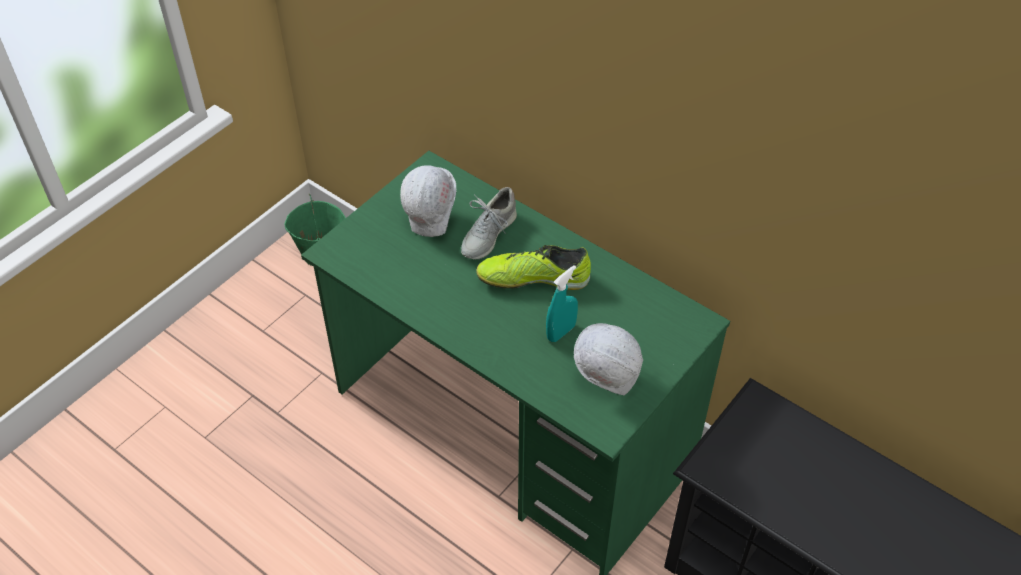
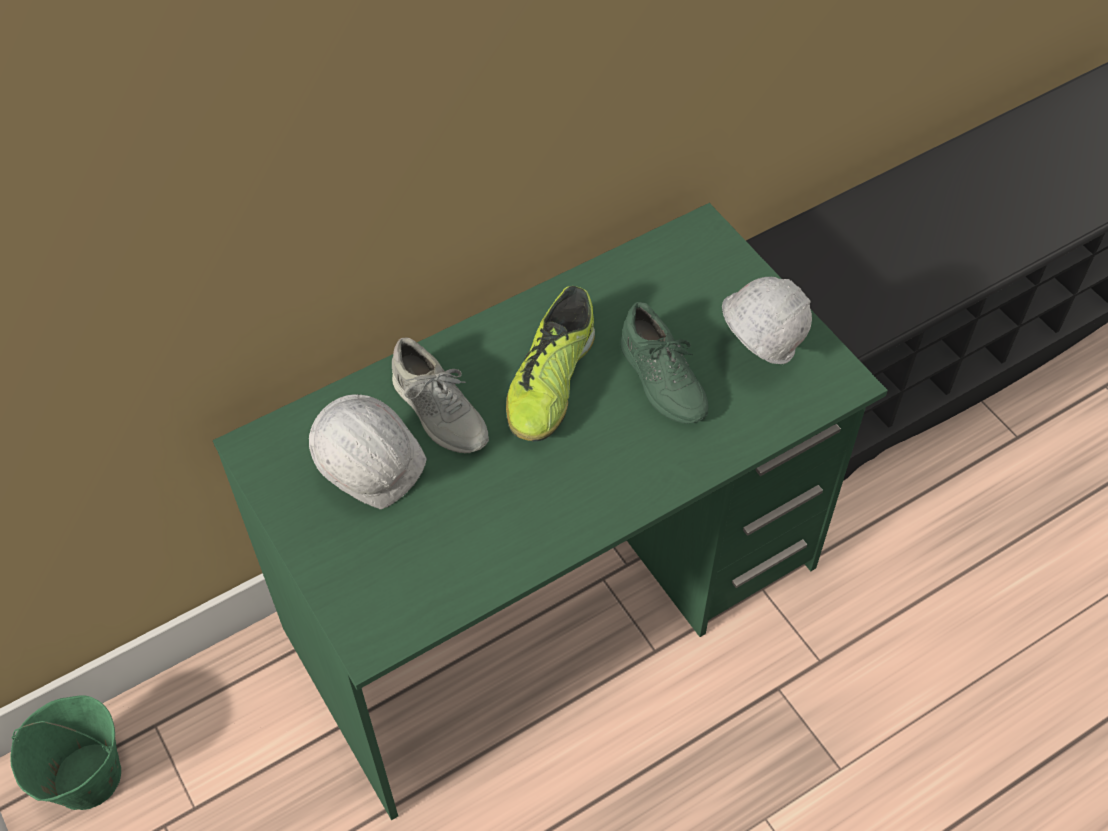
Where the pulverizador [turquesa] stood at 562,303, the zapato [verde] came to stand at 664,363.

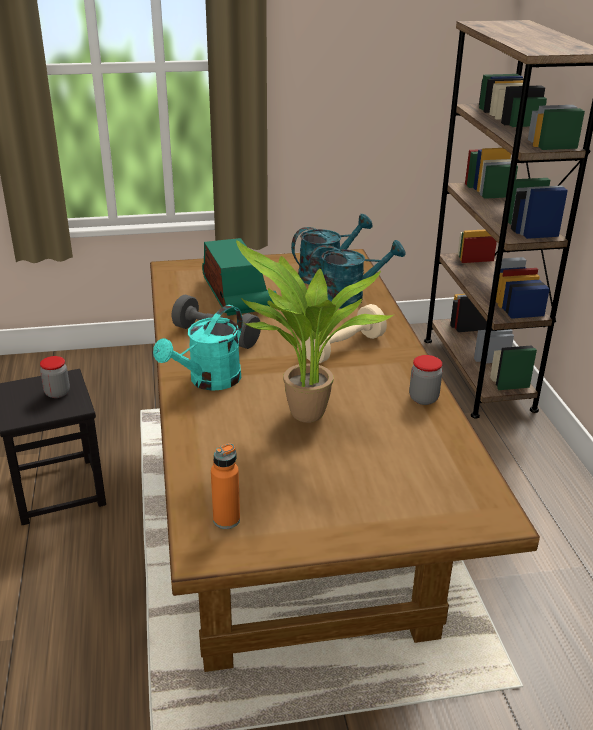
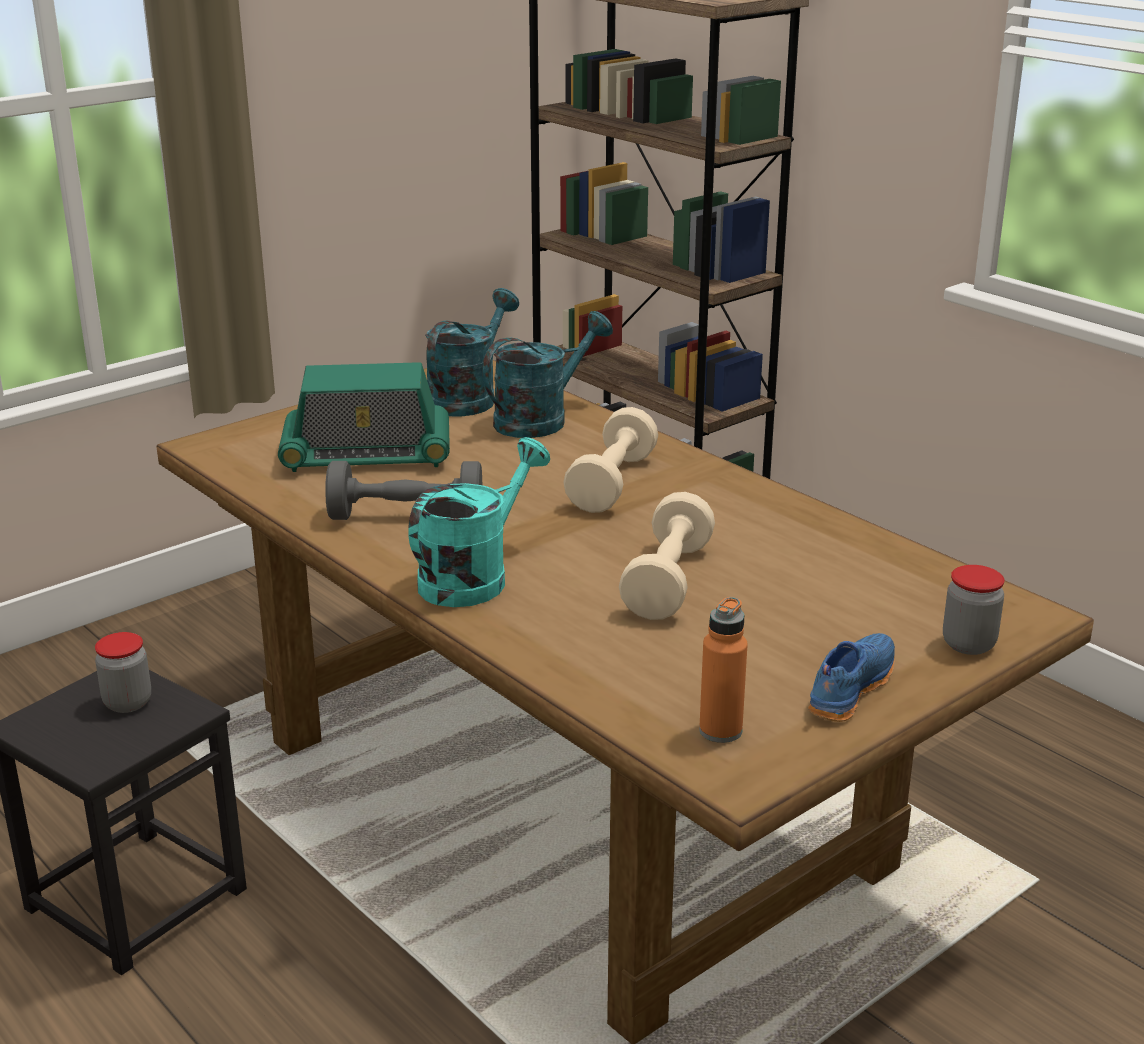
The second view gained the zapato [azul] at 851,677.
The tarro ended up elsewhere, having gone from 425,380 to 973,610.
Where the planta en maceta stood at 314,331, the mancuerna [beis] came to stand at 667,556.
The regadera [turquesa] at 197,348 ended up facing another way, 150 degrees counterclockwise from before.
The radio at 239,277 ended up facing another way, 135 degrees clockwise from before.

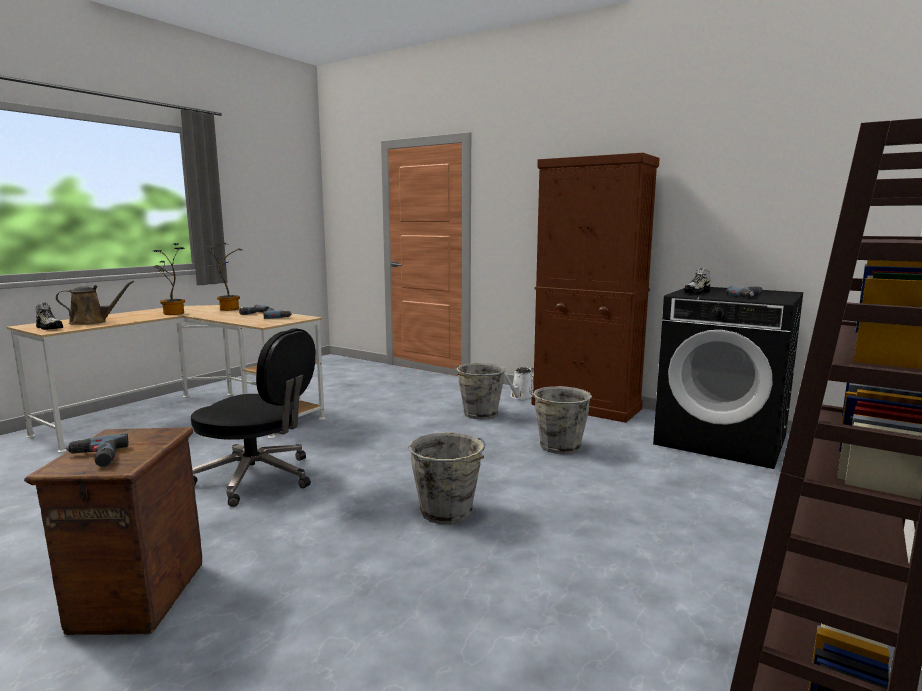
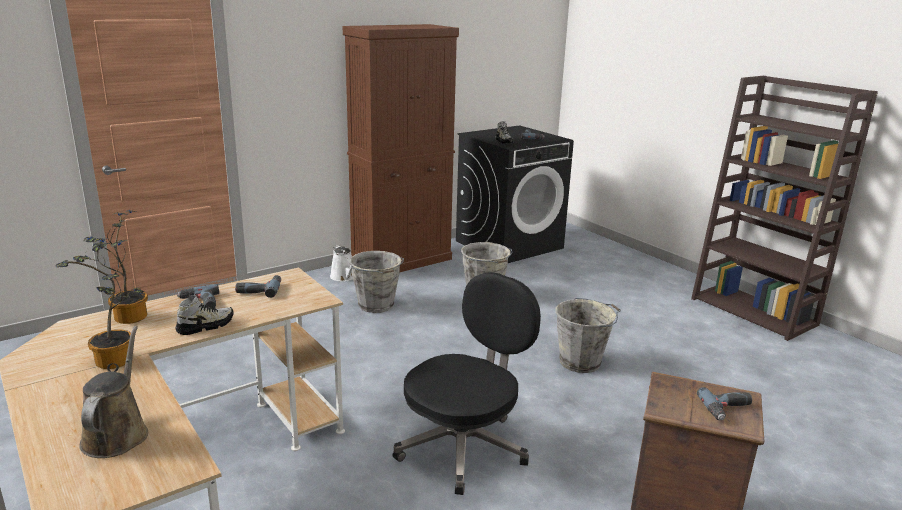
The zapato ended up elsewhere, having gone from 49,316 to 205,315.

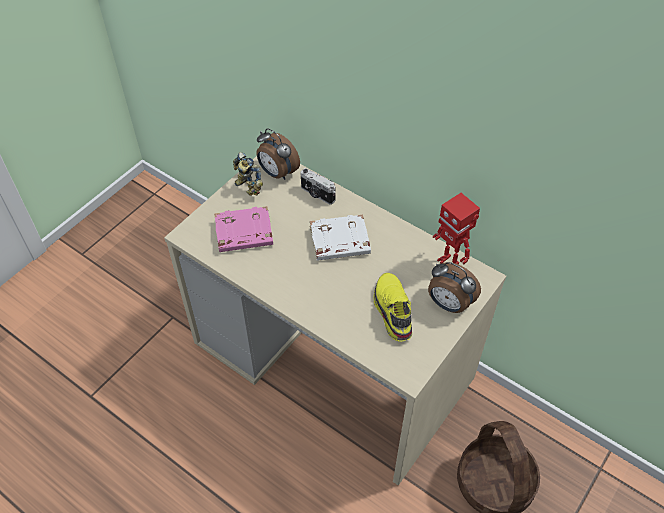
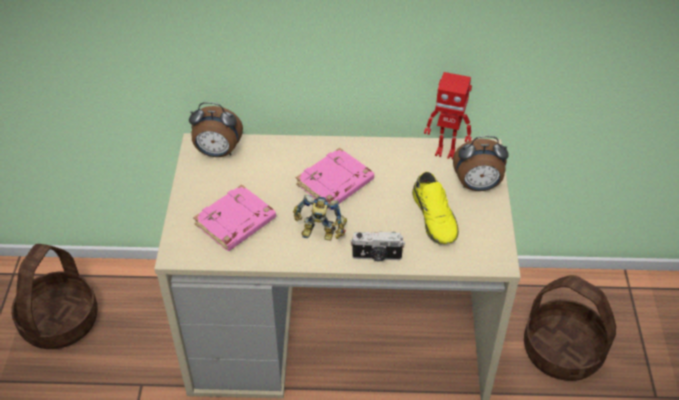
The second view gained the cesta at 54,296.
The robot de juguete ended up elsewhere, having gone from 248,174 to 320,218.
The cámara ended up elsewhere, having gone from 318,186 to 377,246.
What was the libro [blanco] at 340,238 turned into the libro [rosa] at 335,178.
The zapato [amarillo] at 392,307 ended up facing another way, 150 degrees counterclockwise from before.

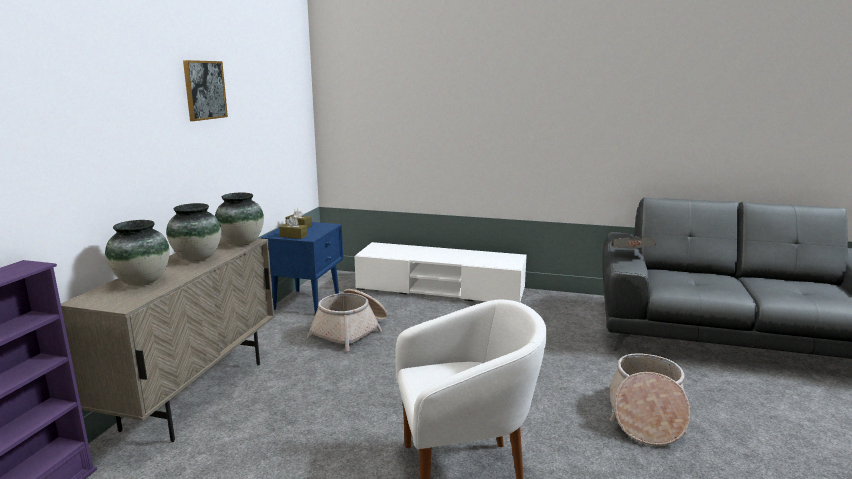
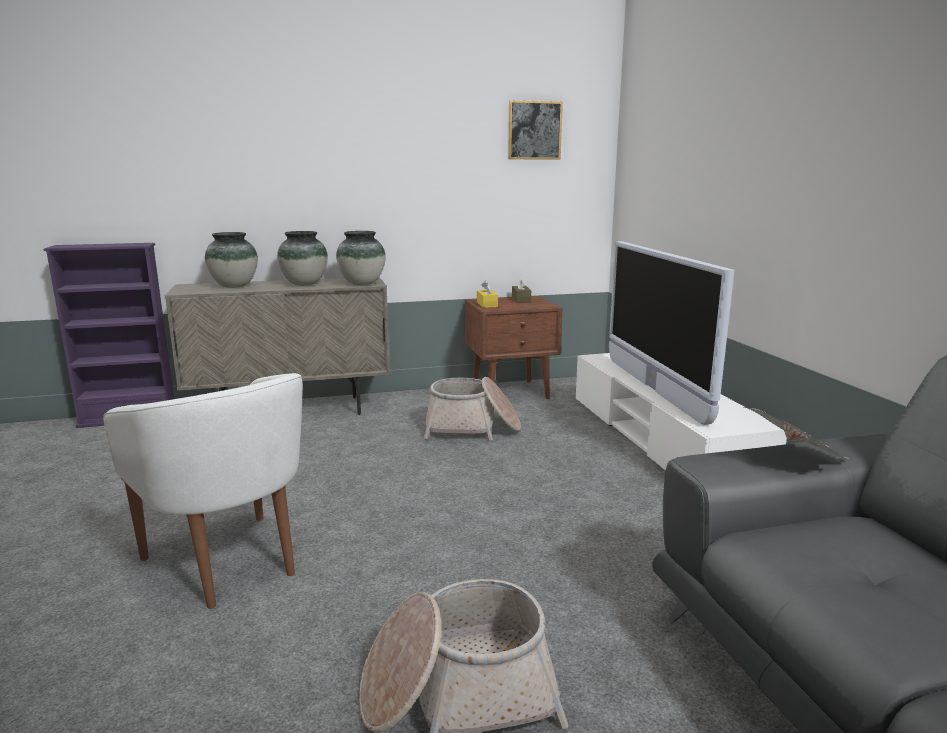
The second view gained the televisor at 671,333.
The cuadro ended up elsewhere, having gone from 205,90 to 535,130.
What was the mesita de noche [azul] at 302,268 turned into the mesita de noche [marrón] at 513,347.
What was the caja de pañuelos [marrón] at 293,227 turned into the caja de pañuelos [amarillo] at 487,294.

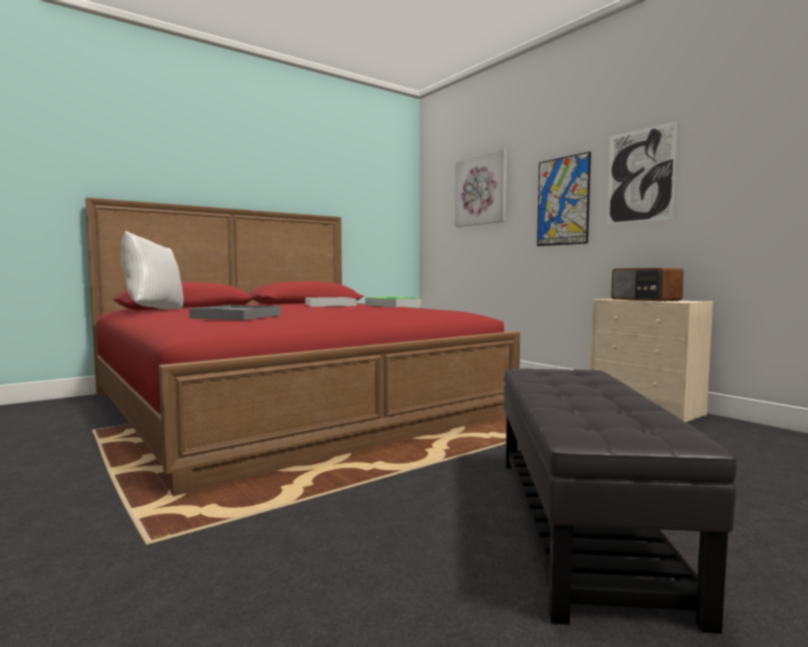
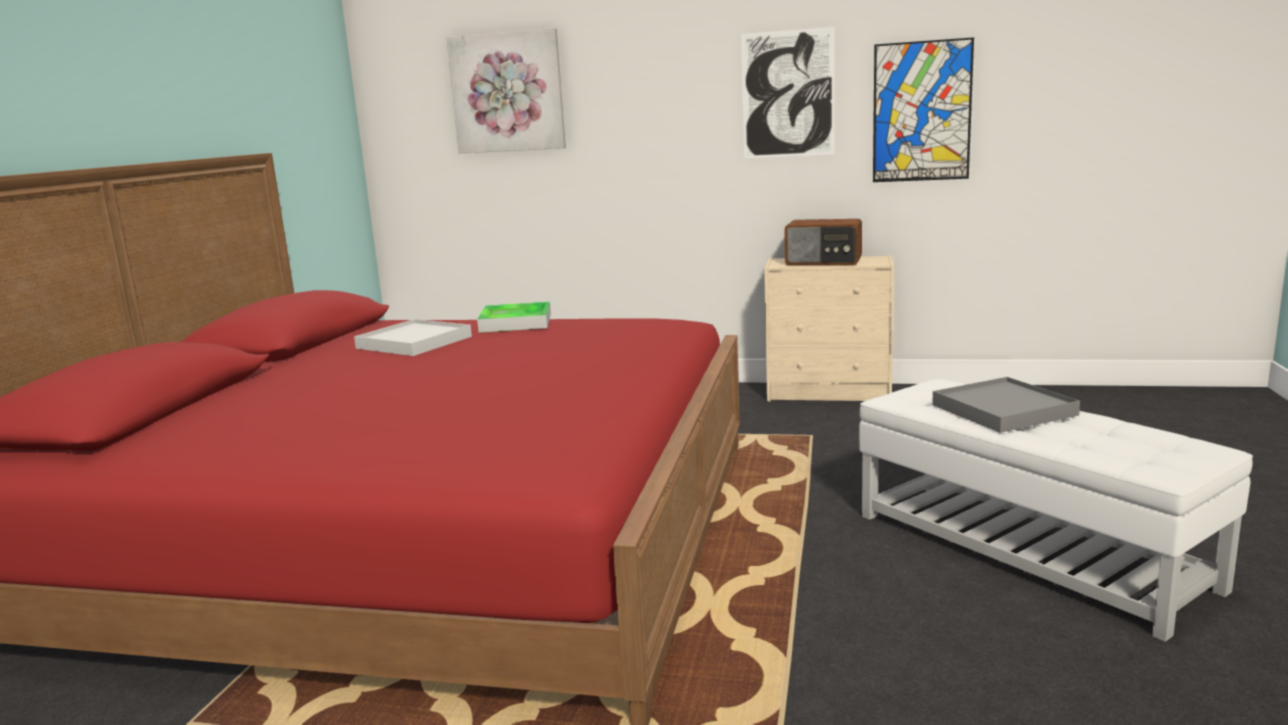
The second view lost the cojín [blanco] at 152,270.
The bandeja [gris] ended up elsewhere, having gone from 235,312 to 1006,405.
The cuadro ended up elsewhere, having gone from 564,199 to 923,109.
What was the puf [negro] at 620,501 turned into the puf [blanco] at 1056,510.

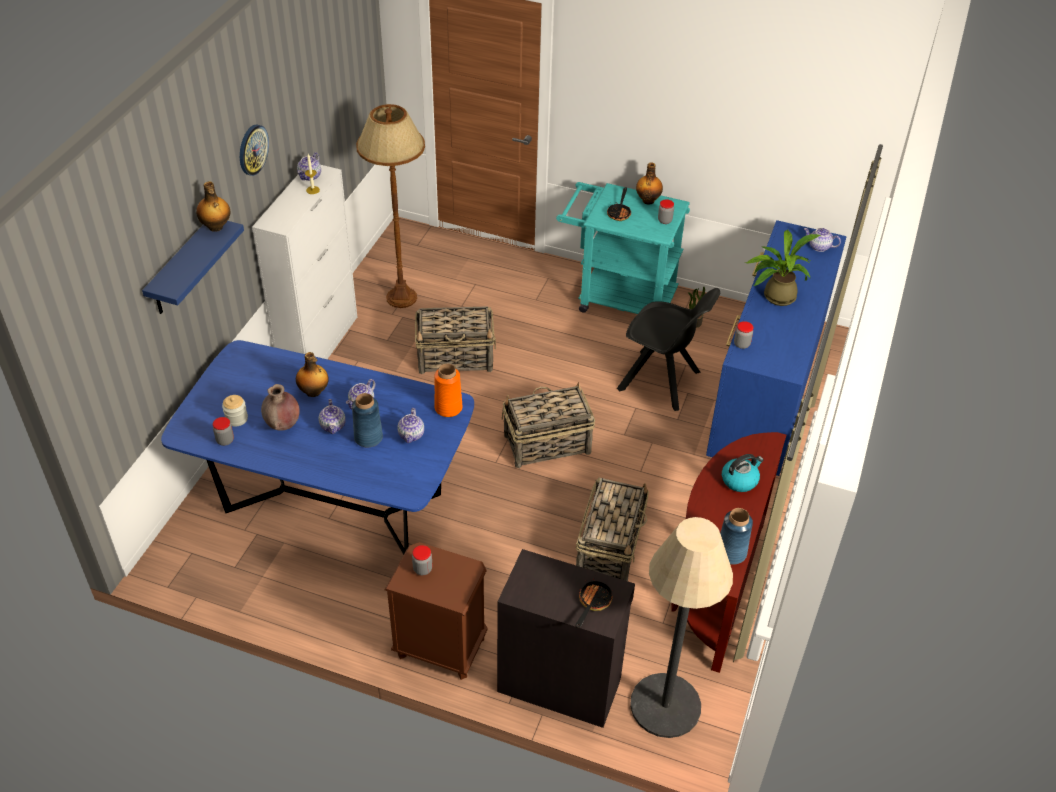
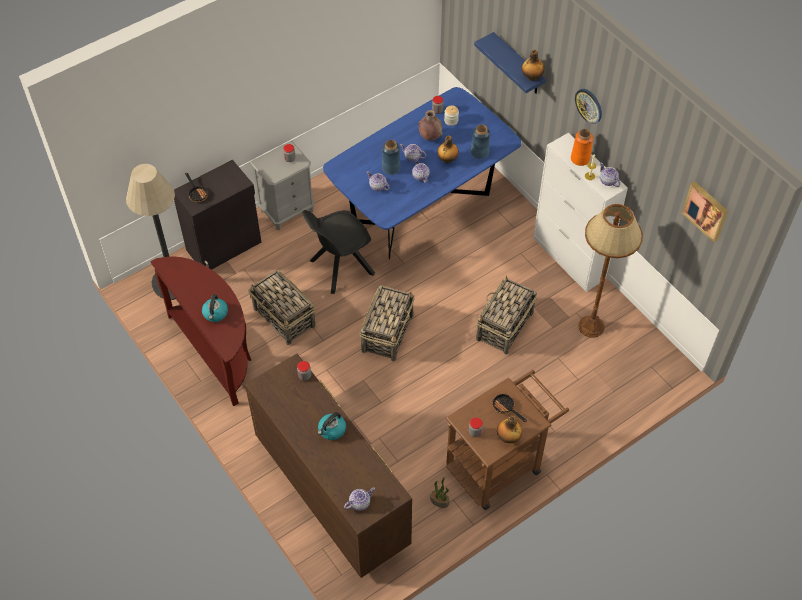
The second view gained the cuadro at 705,212.
The florero [naranja] ended up elsewhere, having gone from 448,390 to 582,147.
The silla [negro] ended up elsewhere, having gone from 668,349 to 338,252.
The florero [azul] ended up elsewhere, having gone from 736,536 to 480,142.
Where the planta en maceta stood at 783,268, the hervidor came to stand at 332,426.
What was the mesita de noche [marrón] at 436,611 turned into the mesita de noche [gris] at 282,185.
What was the carrito [turquesa] at 623,248 turned into the carrito [marrón] at 507,440.
What was the cómoda [azul] at 776,348 turned into the cómoda [marrón] at 328,466.

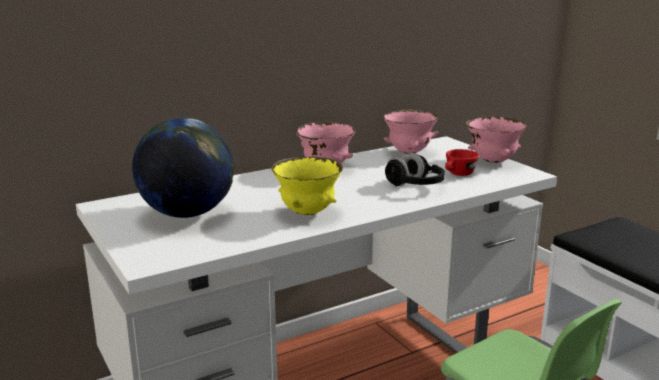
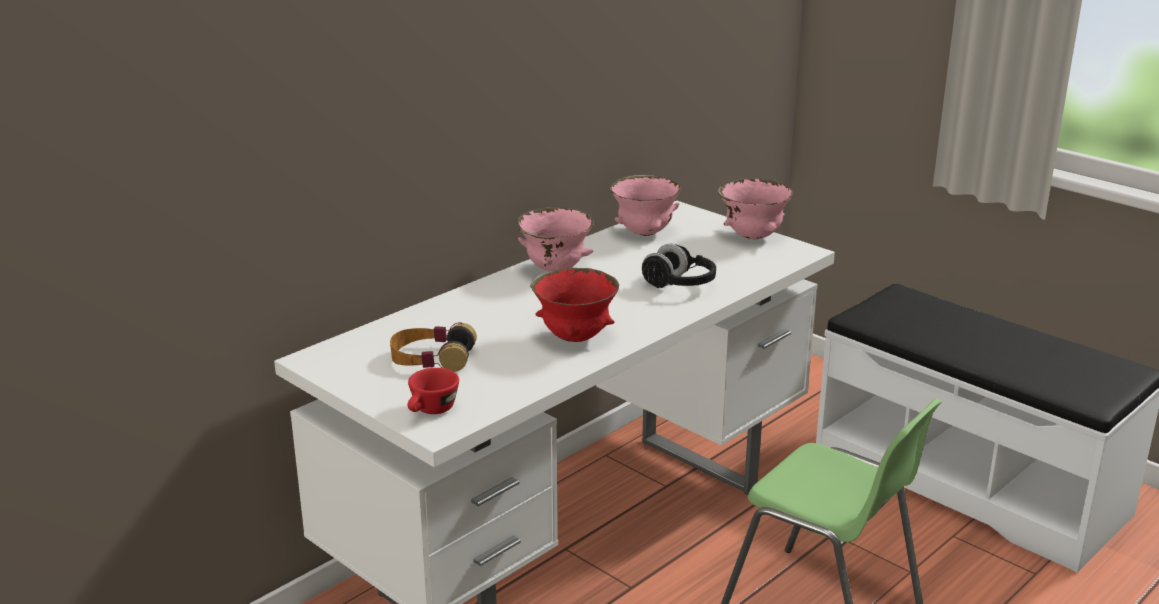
The taza [rojo] ended up elsewhere, having gone from 462,162 to 433,391.
Where the globo terráqueo stood at 183,168, the auriculares came to stand at 433,347.
What was the cuenco [amarillo] at 307,186 turned into the cuenco [rojo] at 574,305.

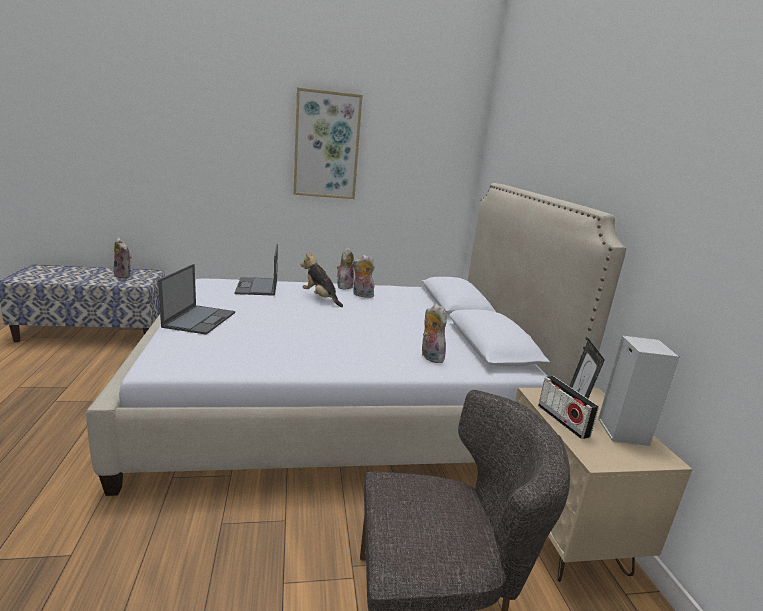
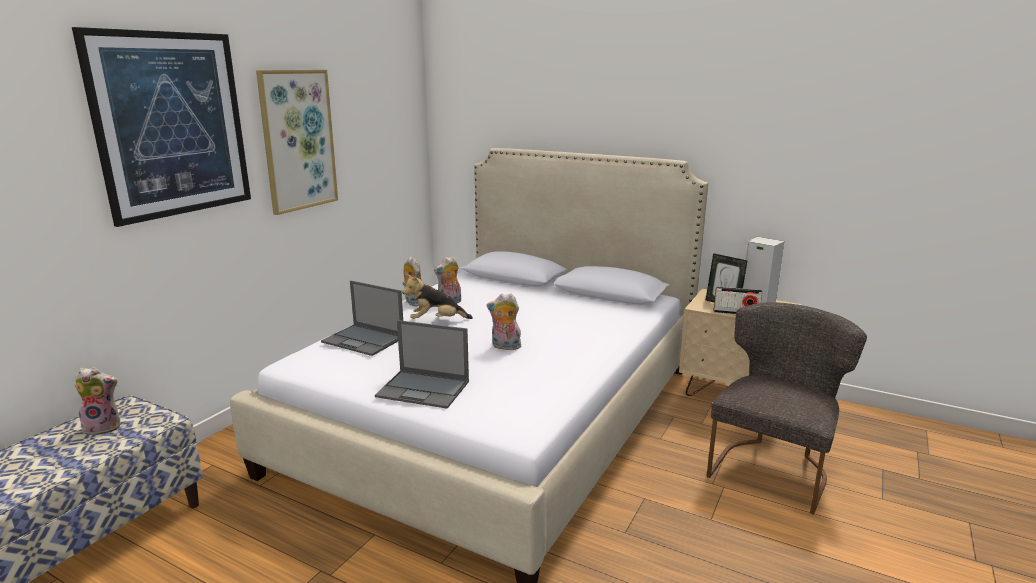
The second view gained the cuadro at 161,127.
The peluche ended up elsewhere, having gone from 434,333 to 505,322.
The portátil at 196,299 ended up facing another way, 150 degrees clockwise from before.

